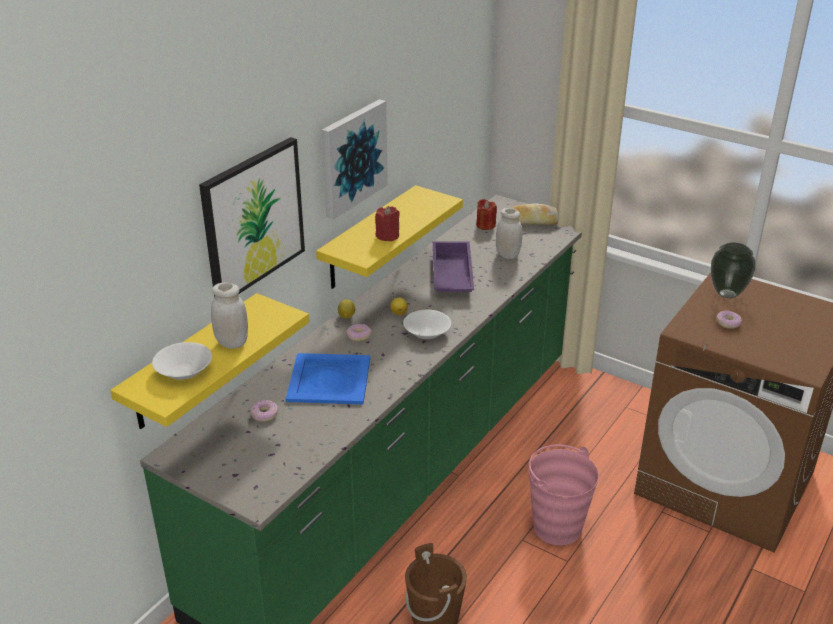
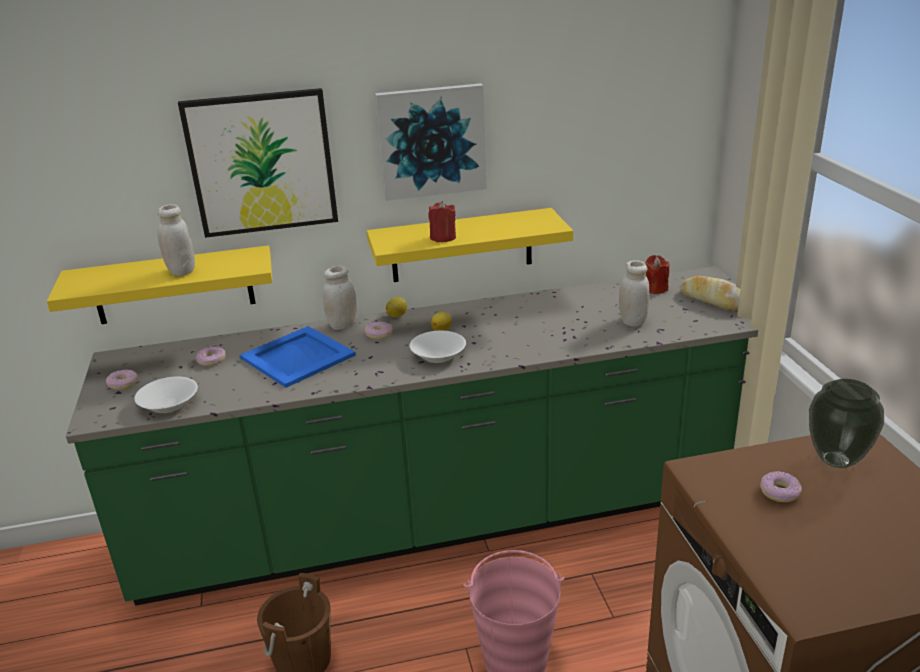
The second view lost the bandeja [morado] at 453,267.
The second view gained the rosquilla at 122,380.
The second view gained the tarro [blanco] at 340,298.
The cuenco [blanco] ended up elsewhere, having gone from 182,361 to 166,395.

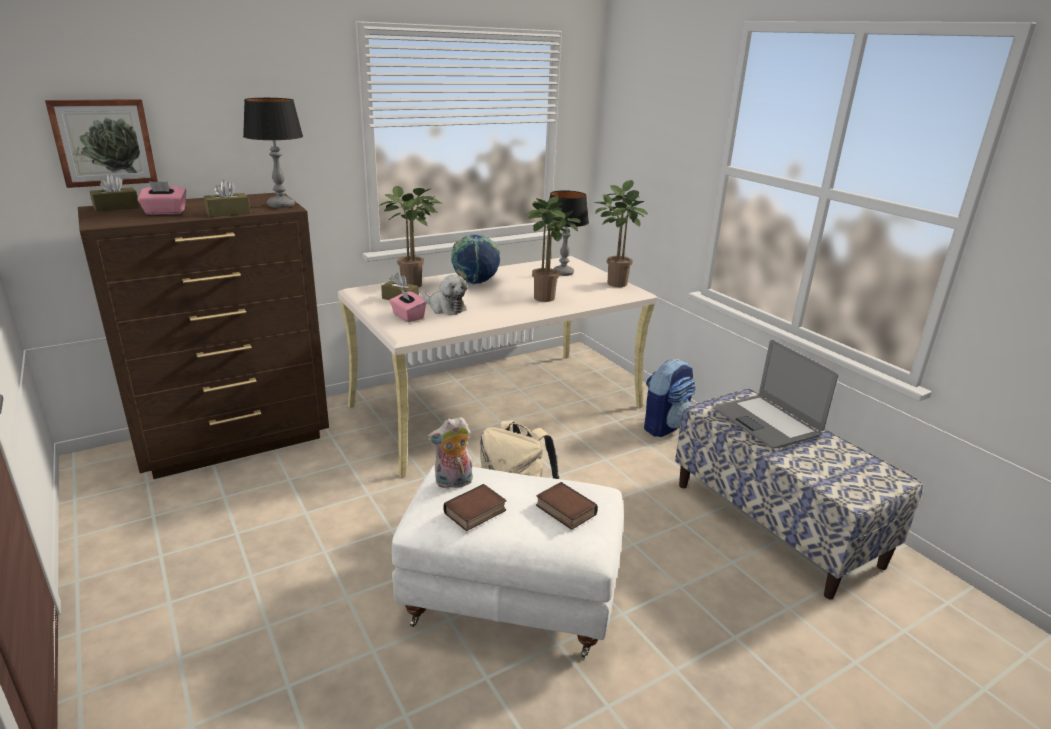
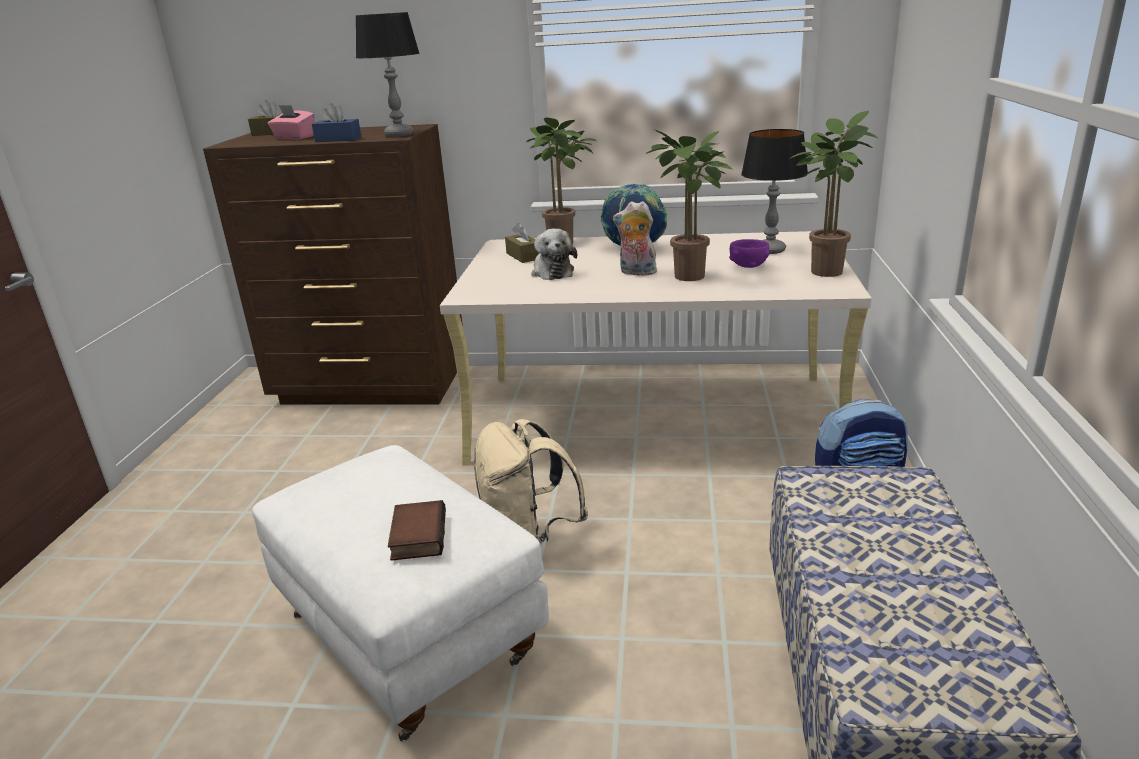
The second view lost the cuadro at 101,143.
The second view lost the caja de pañuelos [rosa] at 407,305.
The second view lost the libro at 474,507.
The second view lost the portátil at 775,394.
The second view gained the cuenco [morado] at 749,253.
The peluche ended up elsewhere, having gone from 450,453 to 635,238.
What was the caja de pañuelos [marrón] at 227,198 turned into the caja de pañuelos [azul] at 336,122.

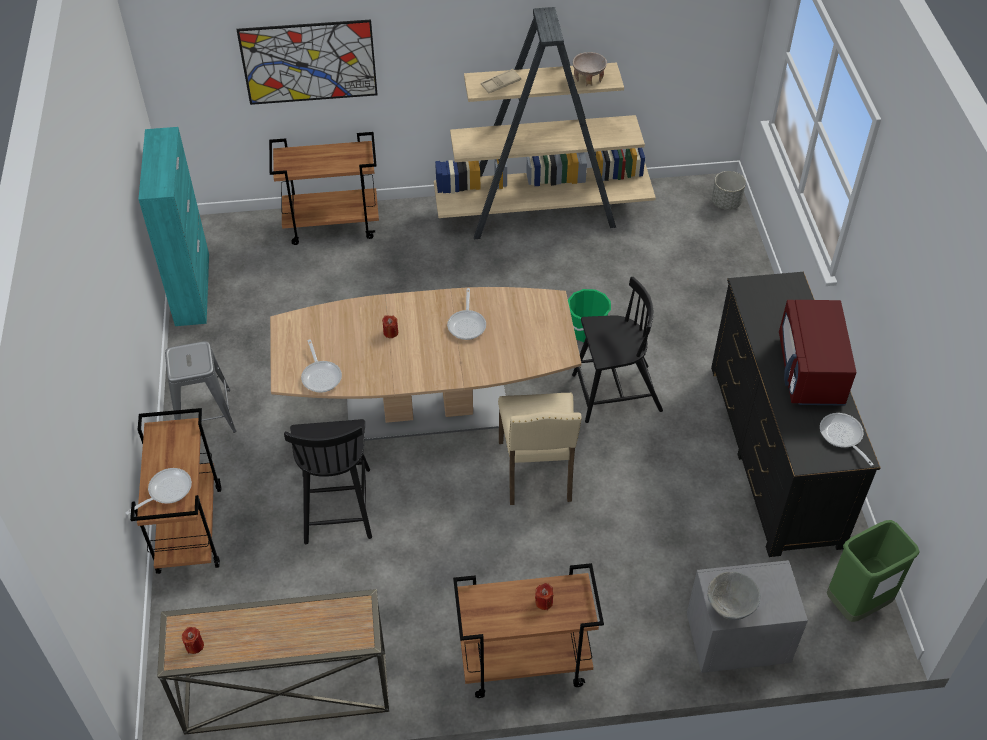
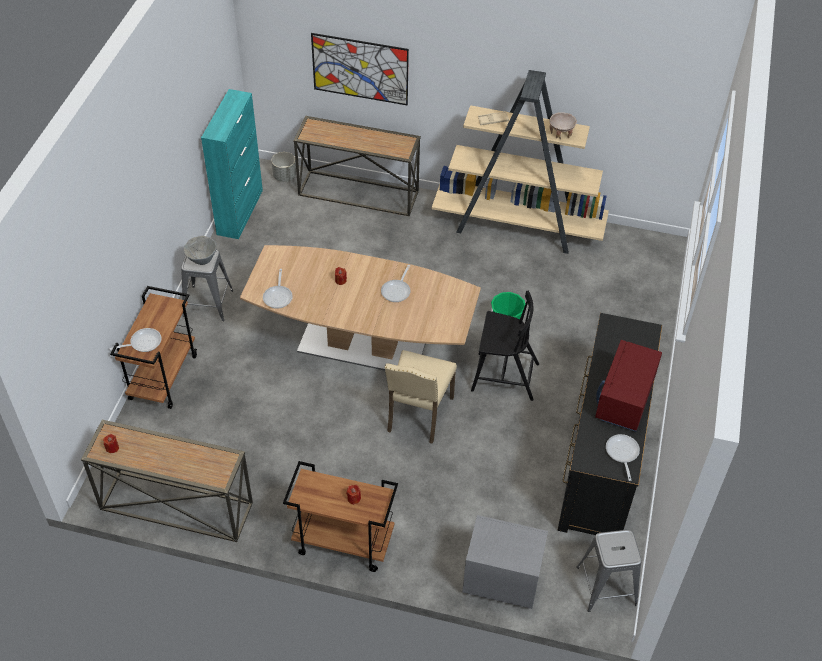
The second view lost the silla [negro] at 328,481.
The cuenco [gris] ended up elsewhere, having gone from 734,596 to 200,250.
The maceta [gris] ended up elsewhere, having gone from 729,190 to 283,167.
Where the carrito [marrón] stood at 324,188, the mesa consola came to stand at 357,166.
Where the papelera [verde] stood at 873,571, the taburete [gris] came to stand at 609,571.

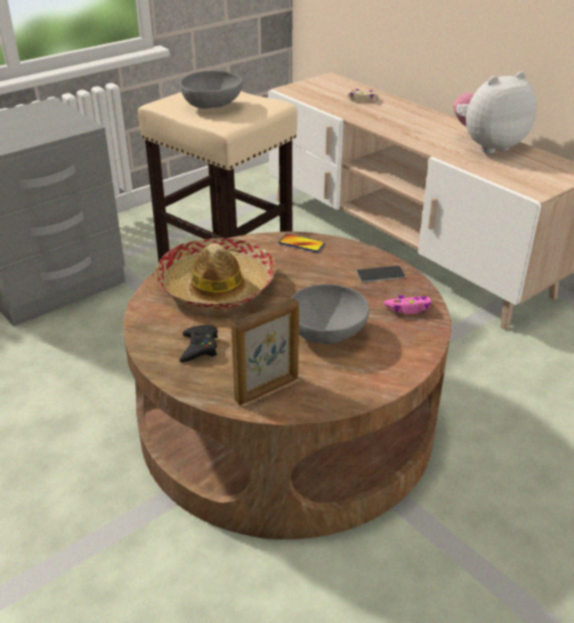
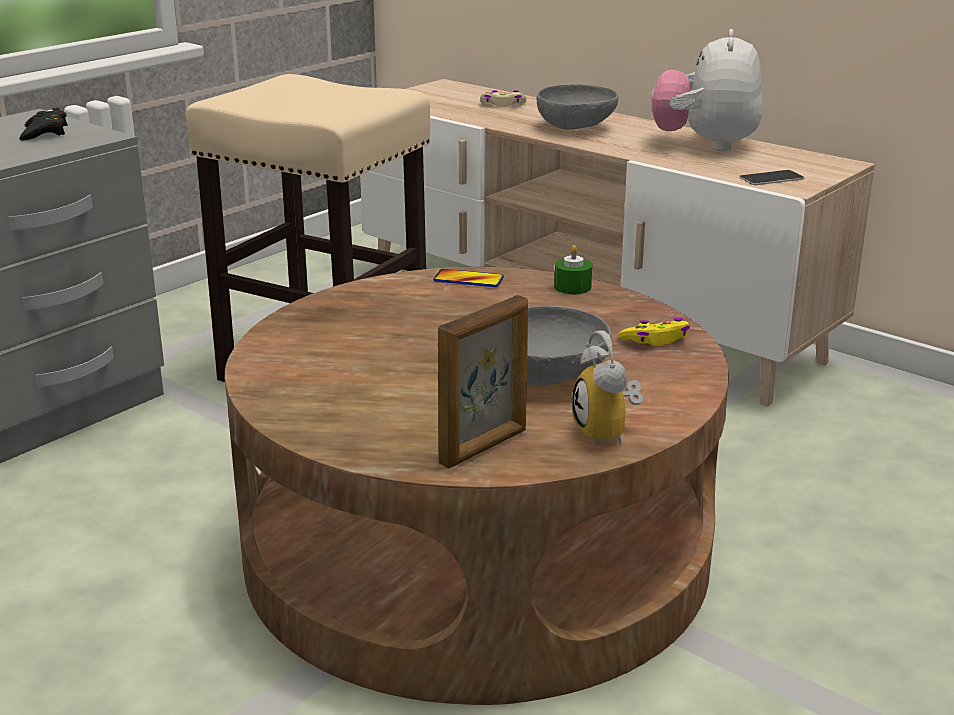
The second view lost the sombrero at 215,273.
The second view gained the vela [verde] at 573,269.
The second view gained the despertador at 607,388.
The mando de consola [negro] ended up elsewhere, having gone from 198,343 to 43,124.
The cuenco [gris] ended up elsewhere, having gone from 211,90 to 577,107.
The móvil ended up elsewhere, having gone from 381,274 to 771,177.
What was the mando de consola [rosa] at 407,304 turned into the mando de consola [amarillo] at 654,331.
The peluche at 495,112 ended up facing another way, 45 degrees counterclockwise from before.

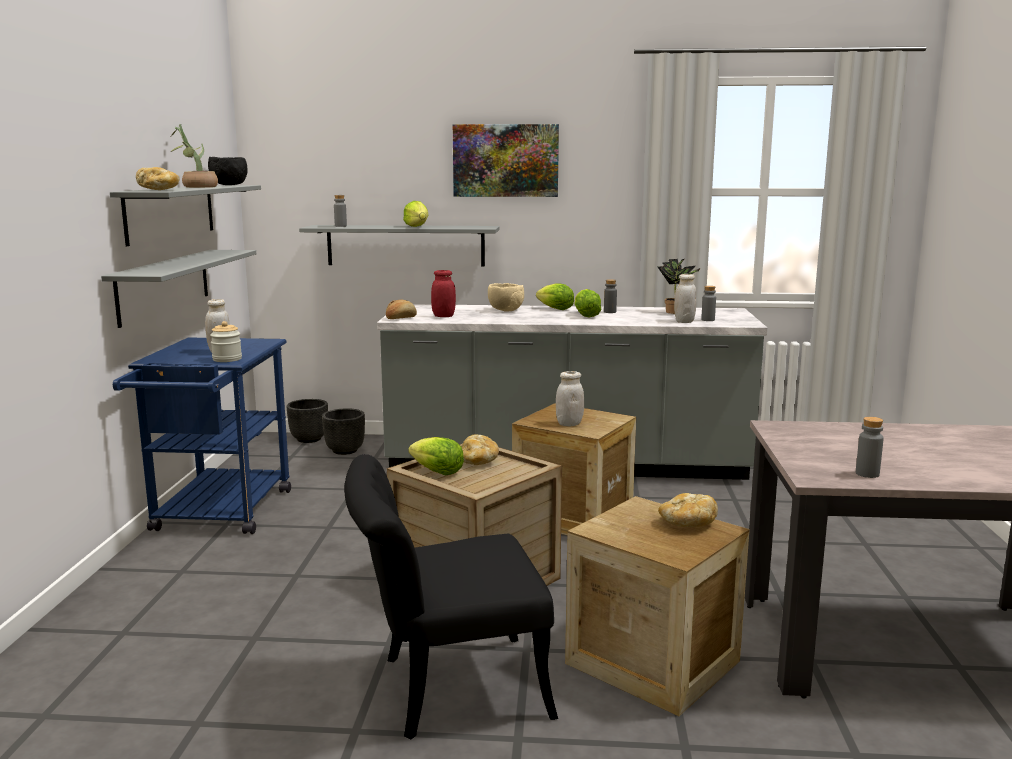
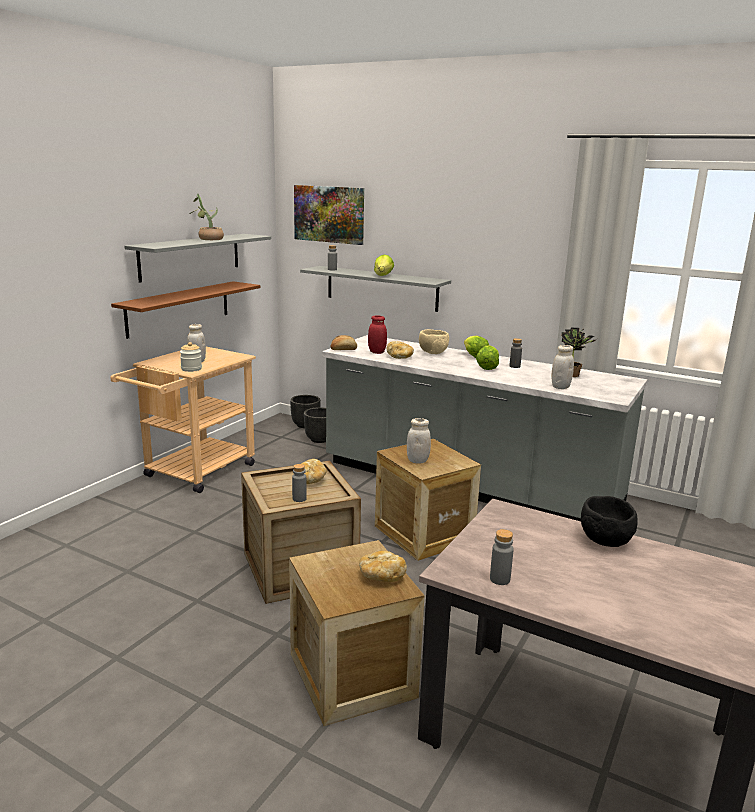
The second view lost the silla [negro] at 451,596.
The second view lost the lechuga at 436,456.
The pan ended up elsewhere, having gone from 157,178 to 400,350.
The cuenco [negro] ended up elsewhere, having gone from 228,171 to 609,521.
The cuadro ended up elsewhere, having gone from 506,160 to 329,215.
The botella [gris] ended up elsewhere, having gone from 708,303 to 299,483.
What was the estante [gris] at 178,289 turned into the estante [marrón] at 185,310.
What was the carrito [azul] at 202,435 turned into the carrito [beis] at 183,420.

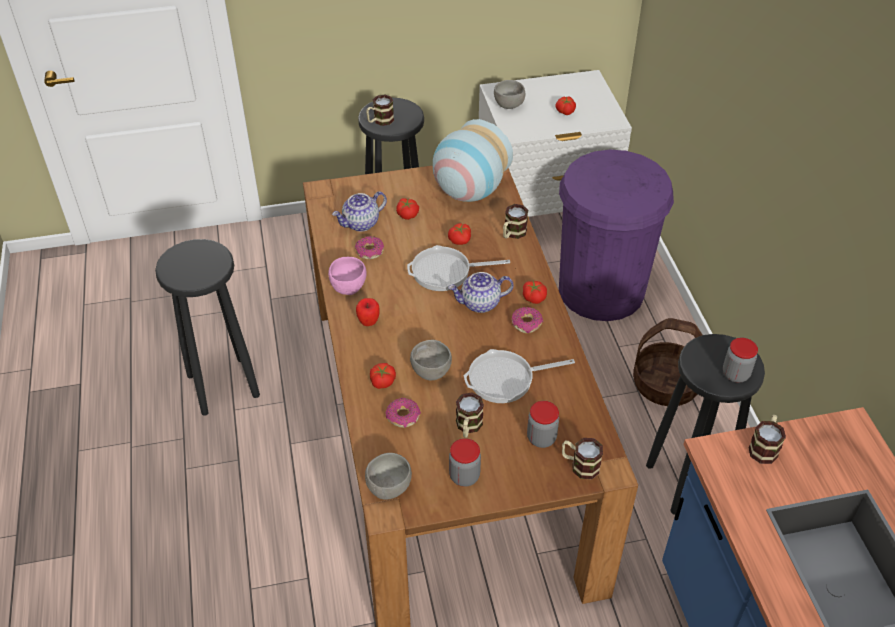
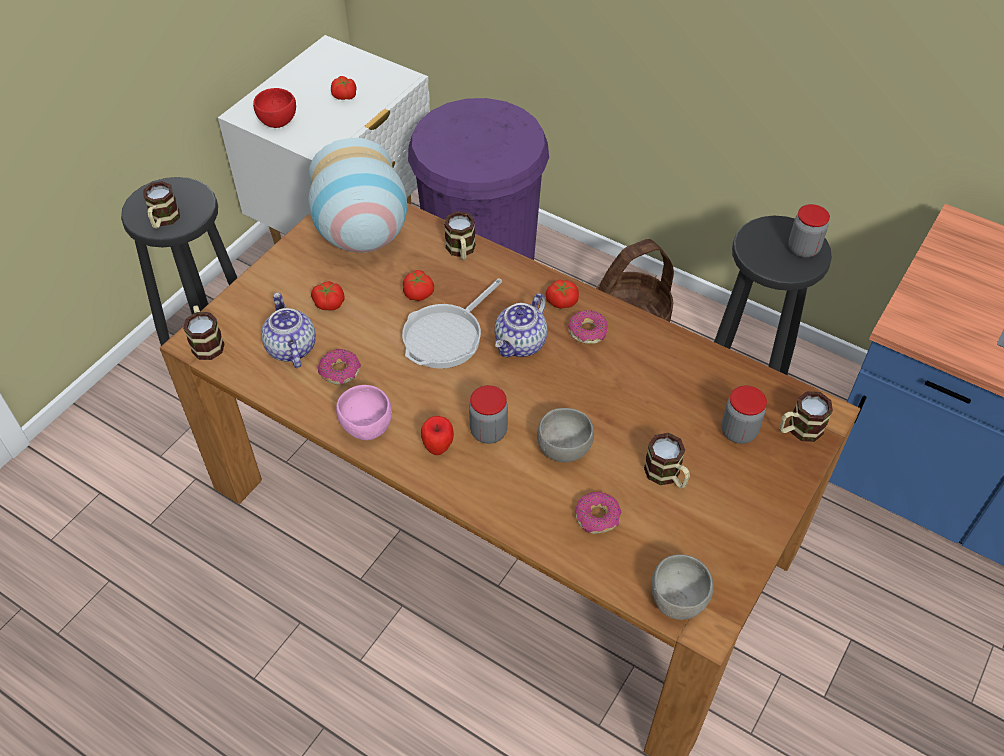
The second view lost the taburete [negro] at 207,327.
The second view lost the tomate at 383,376.
The second view lost the sartén at 519,376.
The tarro ended up elsewhere, having gone from 465,462 to 488,414.
The taza grande ended up elsewhere, having gone from 767,439 to 204,333.
What was the cuenco [gris] at 509,94 turned into the cuenco [rojo] at 274,108.
The tetera at 359,211 ended up facing another way, 150 degrees clockwise from before.

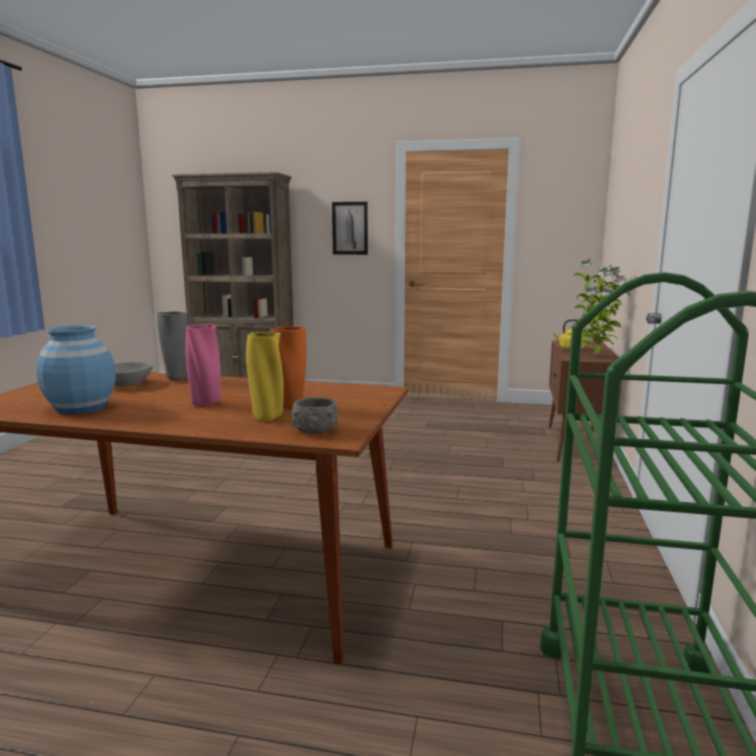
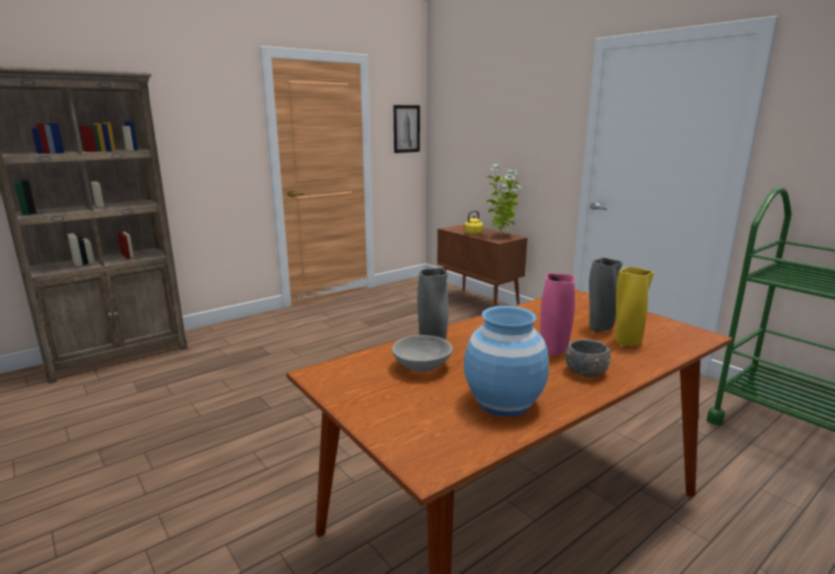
The cuenco [gris] ended up elsewhere, having gone from 314,415 to 588,358.
The cuadro ended up elsewhere, having gone from 350,228 to 407,129.
What was the florero [naranja] at 288,368 turned into the florero [gris] at 606,295.

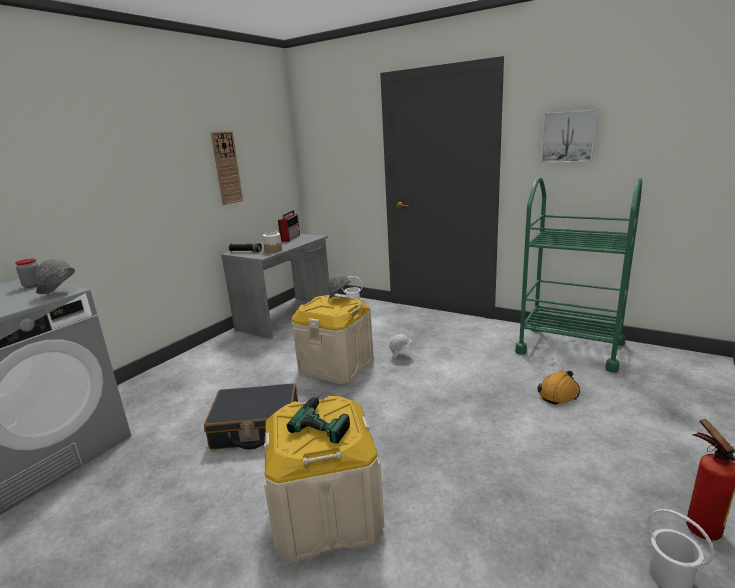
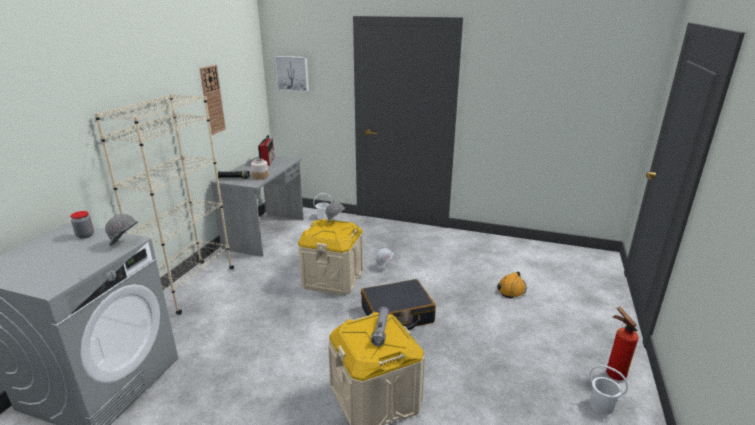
The second view lost the carrito [verde] at 578,275.
The second view gained the estantería [beis] at 164,204.
The maleta [negro] ended up elsewhere, having gone from 251,416 to 398,304.
The cuadro ended up elsewhere, having gone from 569,136 to 292,74.
Where the taladro stood at 318,419, the linterna [gris] came to stand at 380,326.

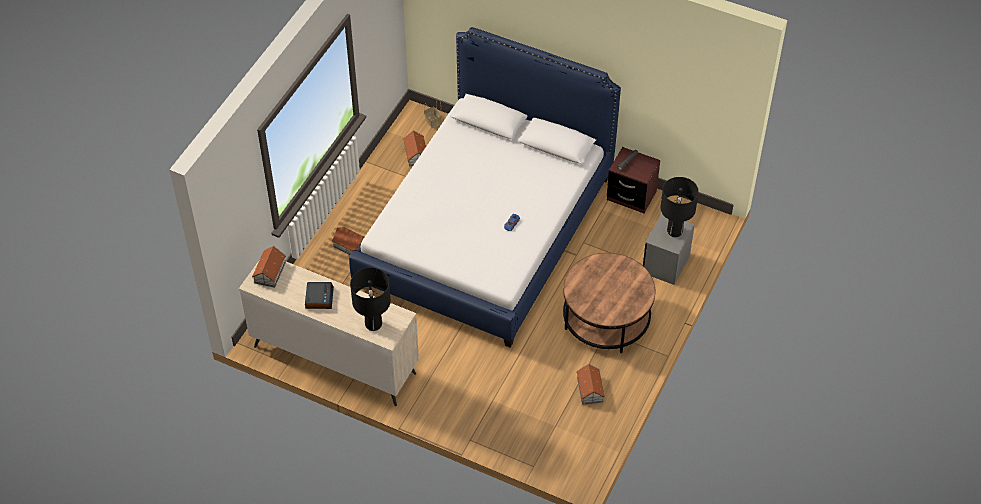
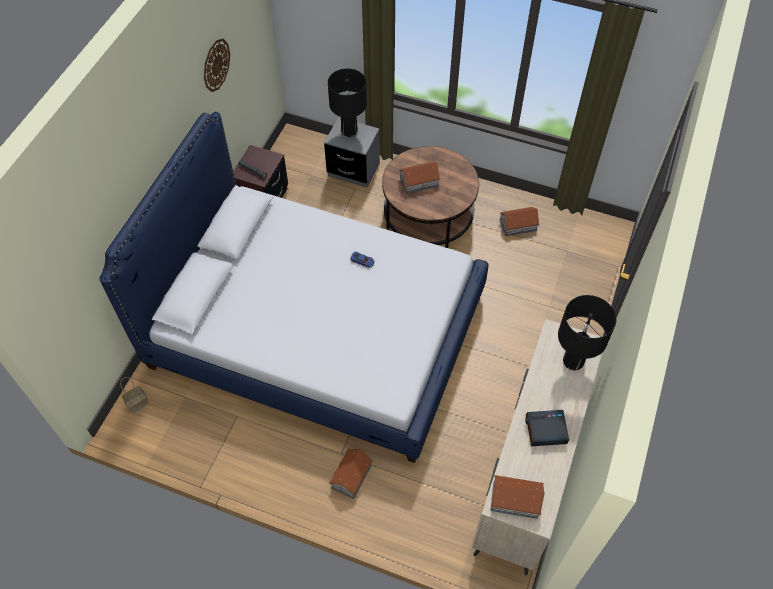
The second view gained the reloj de pared at 217,65.
The casita ended up elsewhere, having gone from 414,148 to 419,178.

